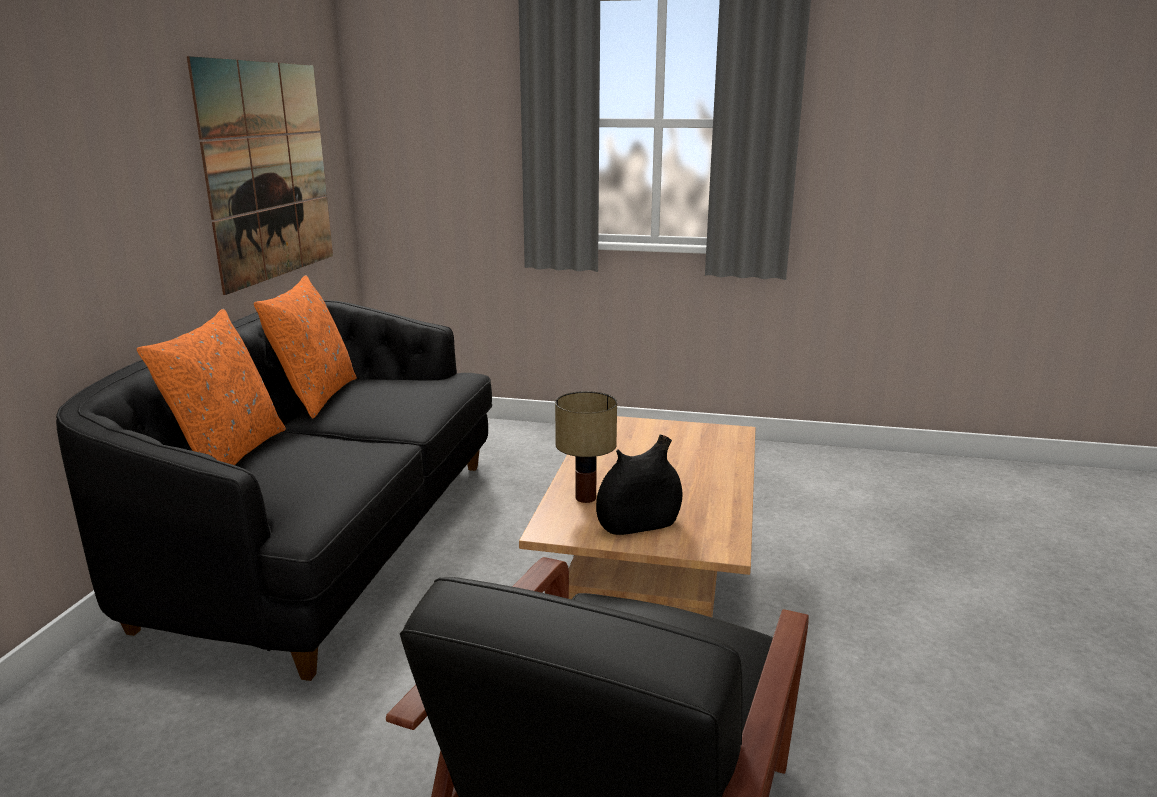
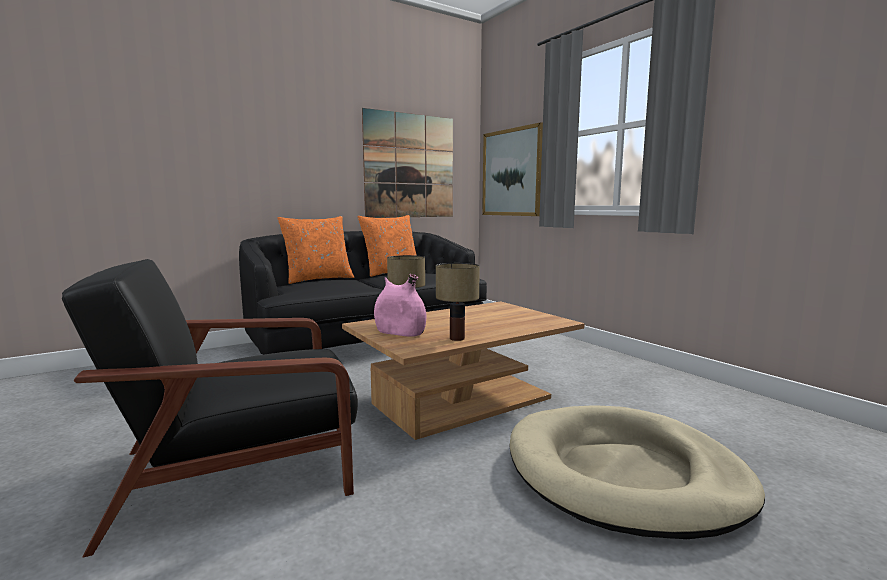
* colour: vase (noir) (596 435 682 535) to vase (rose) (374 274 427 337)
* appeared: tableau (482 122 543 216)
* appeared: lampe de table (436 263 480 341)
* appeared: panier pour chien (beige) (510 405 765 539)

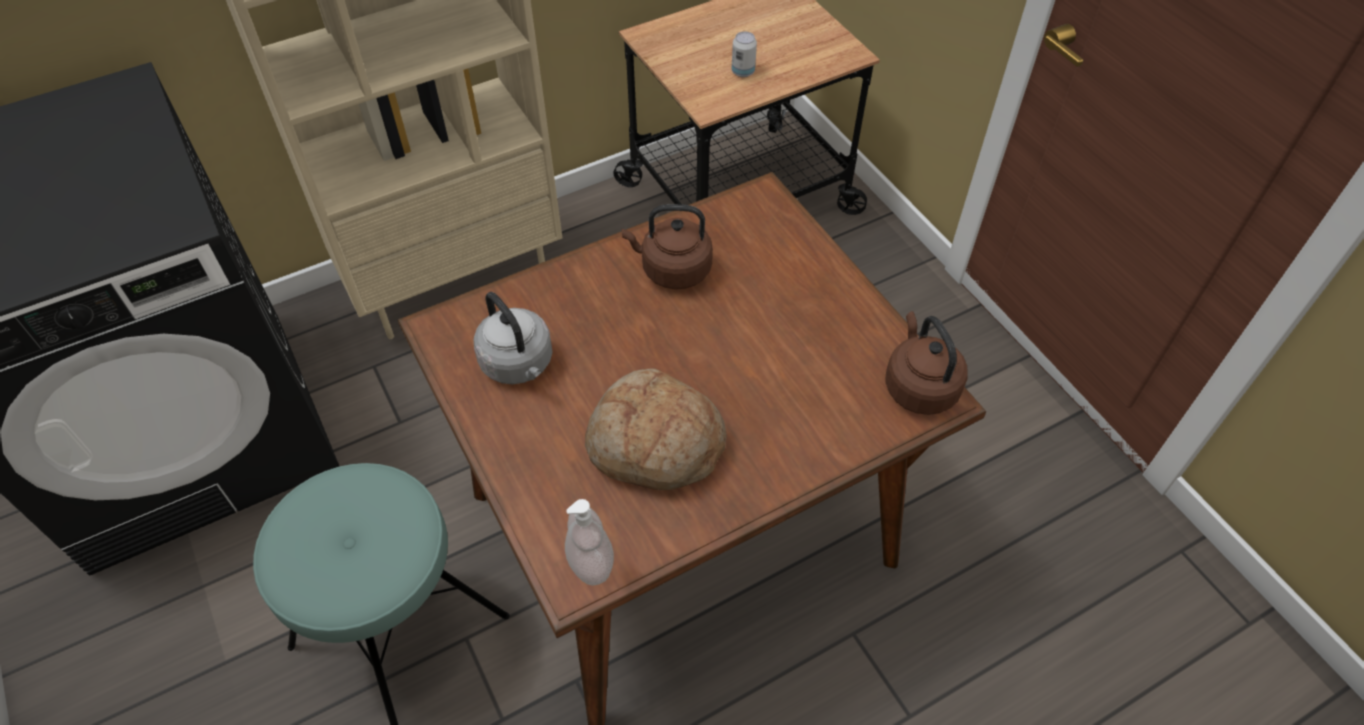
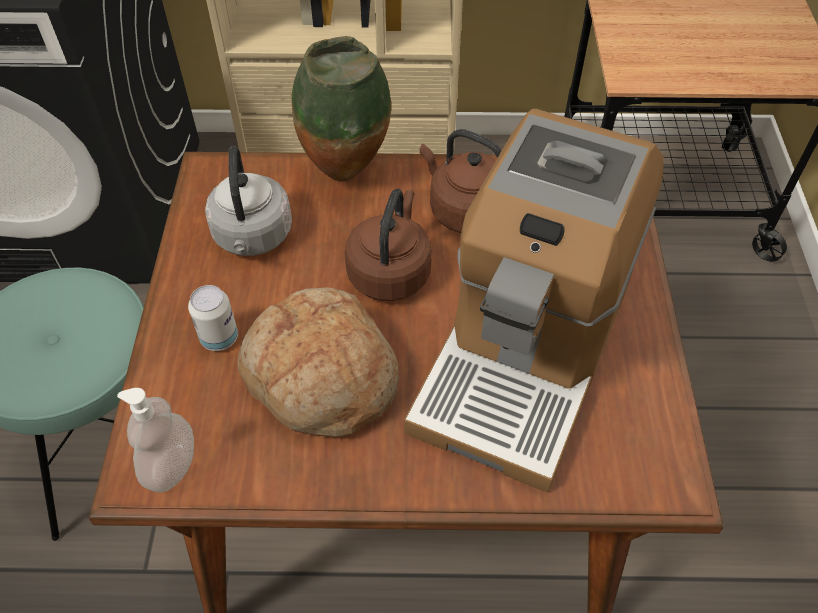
* relocated: boîte métallique (732 31 757 77) to (188 285 238 351)
* relocated: bouilloire (marron) (885 311 967 415) to (345 189 432 301)
* appeared: vase (292 36 391 182)
* appeared: machine à café (404 109 663 493)

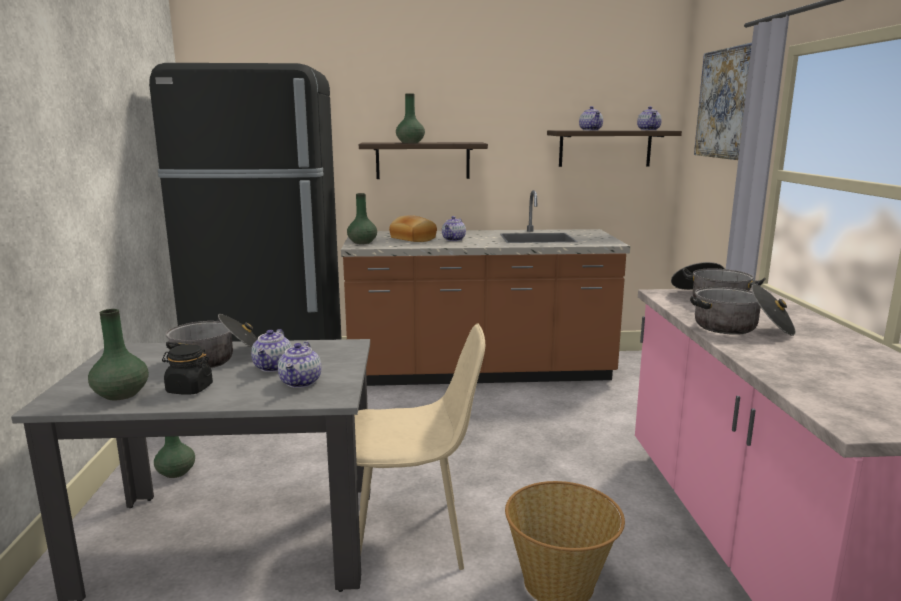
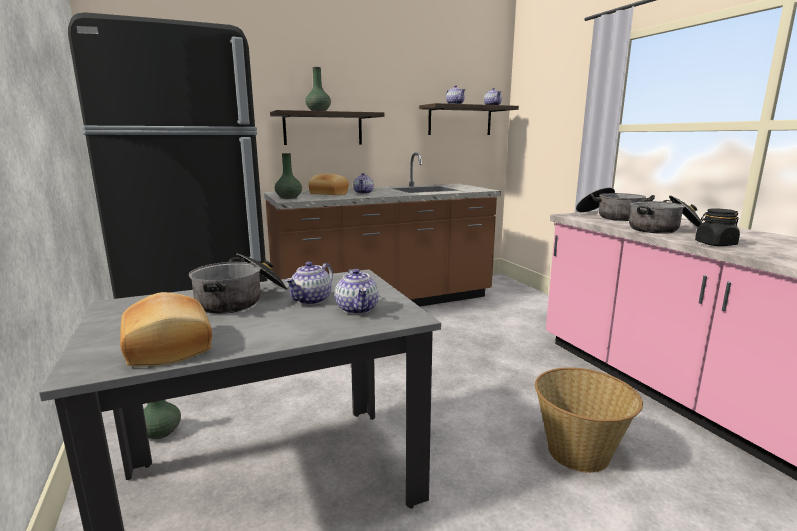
* missing: tableau (694 43 752 160)
* exchanged: vase (vert) (88 309 149 400) to pain (120 292 212 366)
* missing: chaise (beige) (355 323 485 570)
* spun: théière (251 329 292 372) = (285 261 333 305) 45 degrees clockwise
* relocated: bocal (noir) (162 344 213 395) to (695 209 740 246)

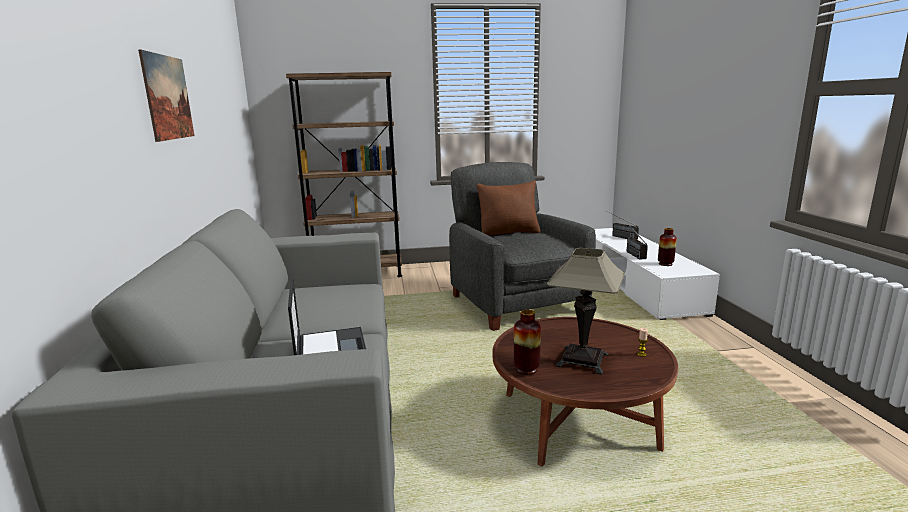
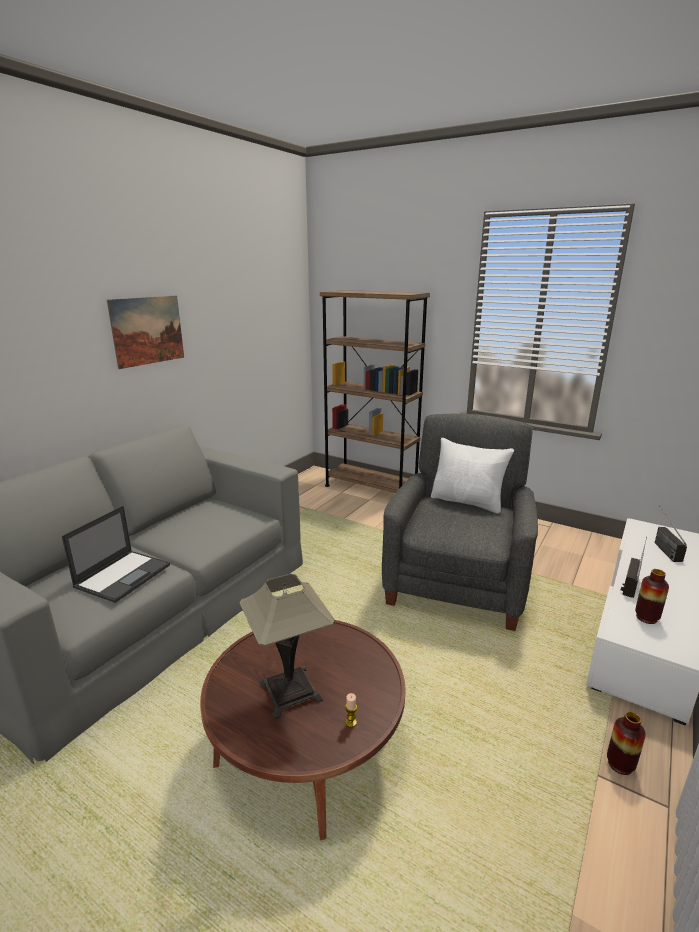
* colour: coussin (marron) (477 180 541 235) to coussin (blanc) (431 438 514 514)
* relocated: vase (514 310 541 375) to (607 711 646 775)

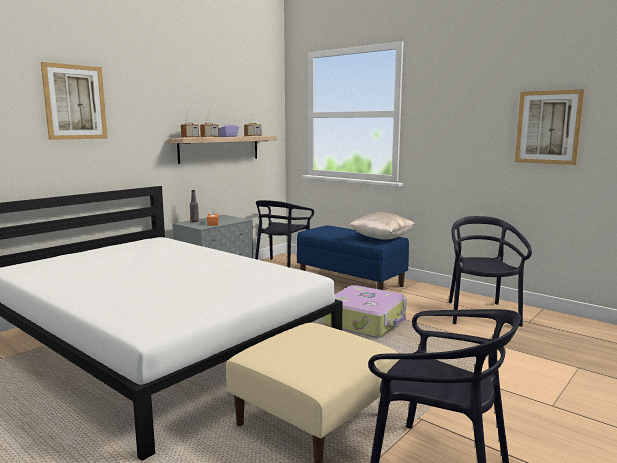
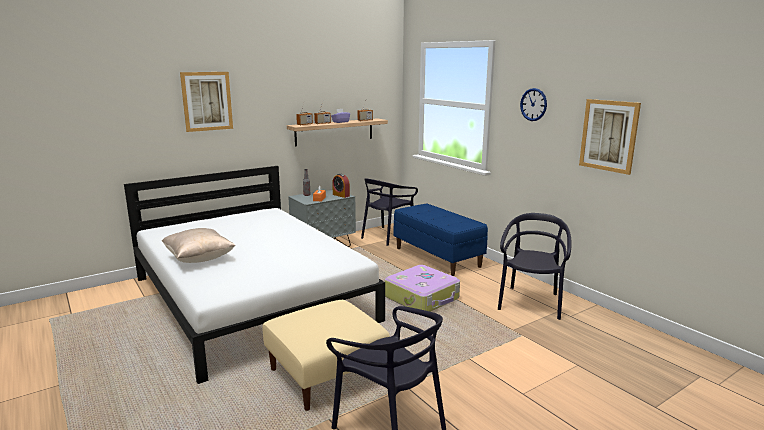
* relocated: coussin (beige) (349 212 415 240) to (162 228 235 263)
* appeared: horloge murale (520 88 547 121)
* appeared: réveil (332 174 350 198)

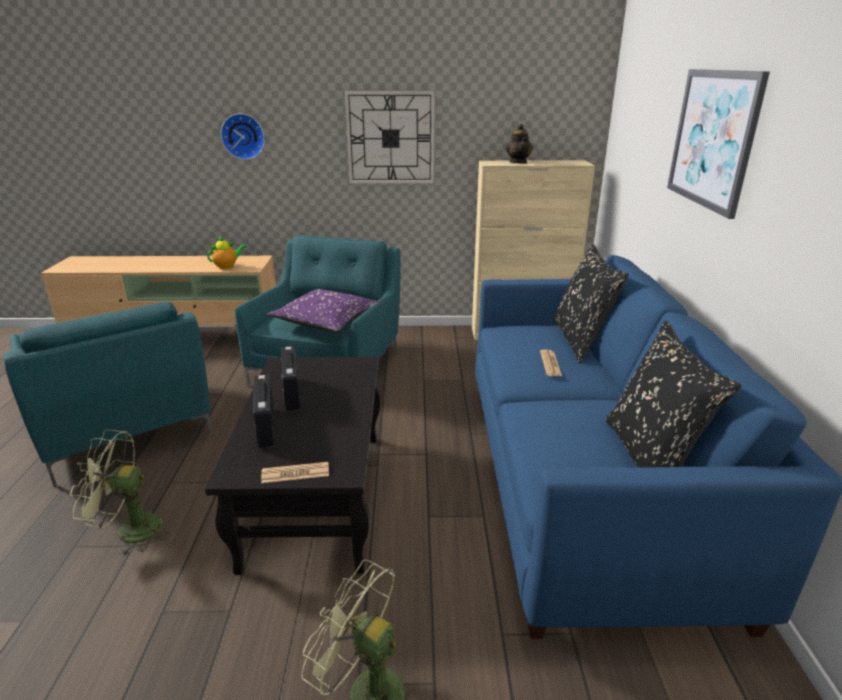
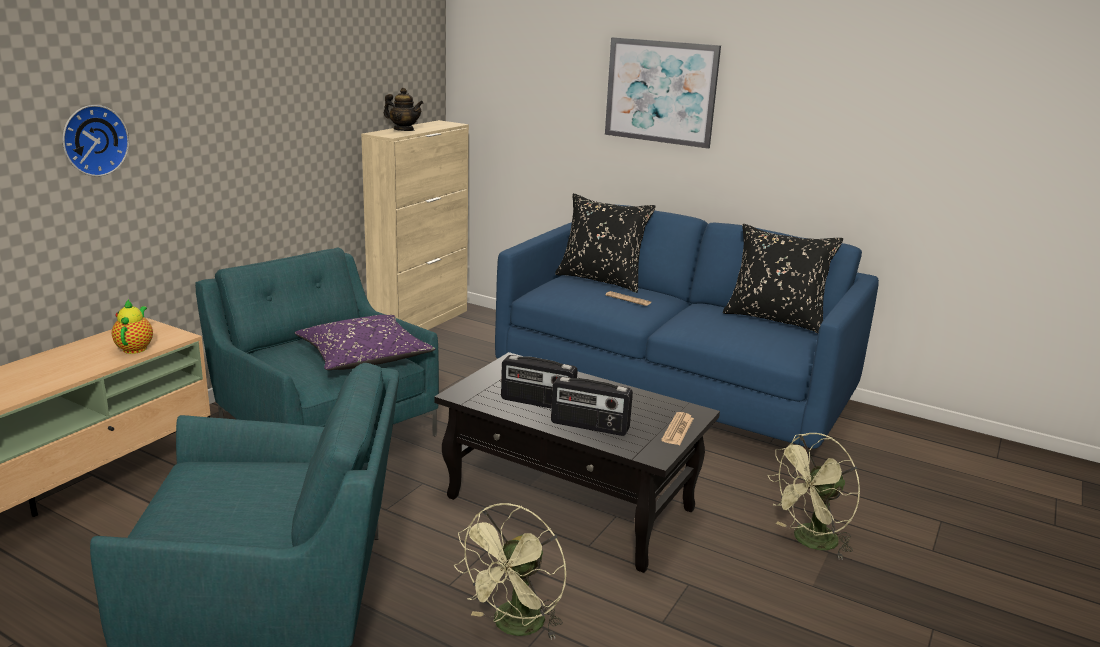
* missing: horloge murale (345 91 435 184)

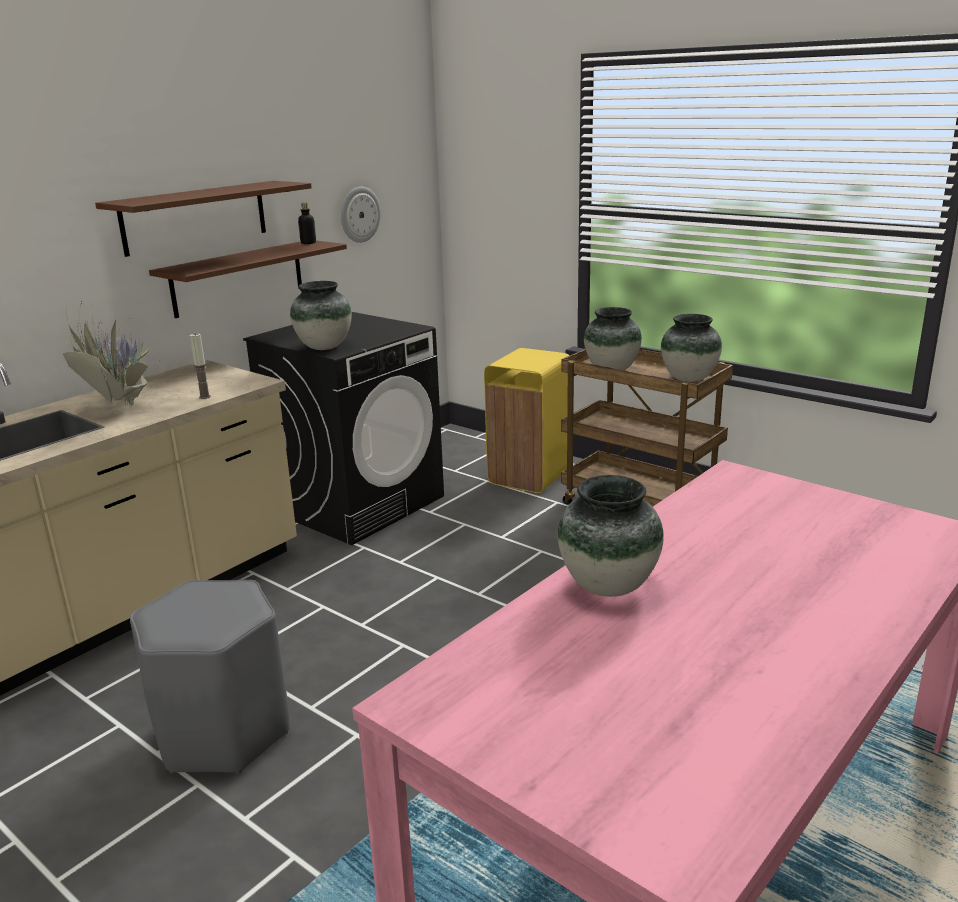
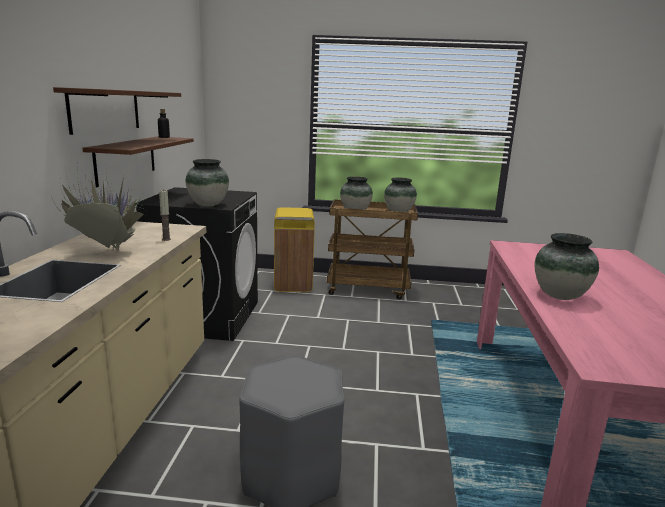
* missing: horloge murale (341 187 381 243)

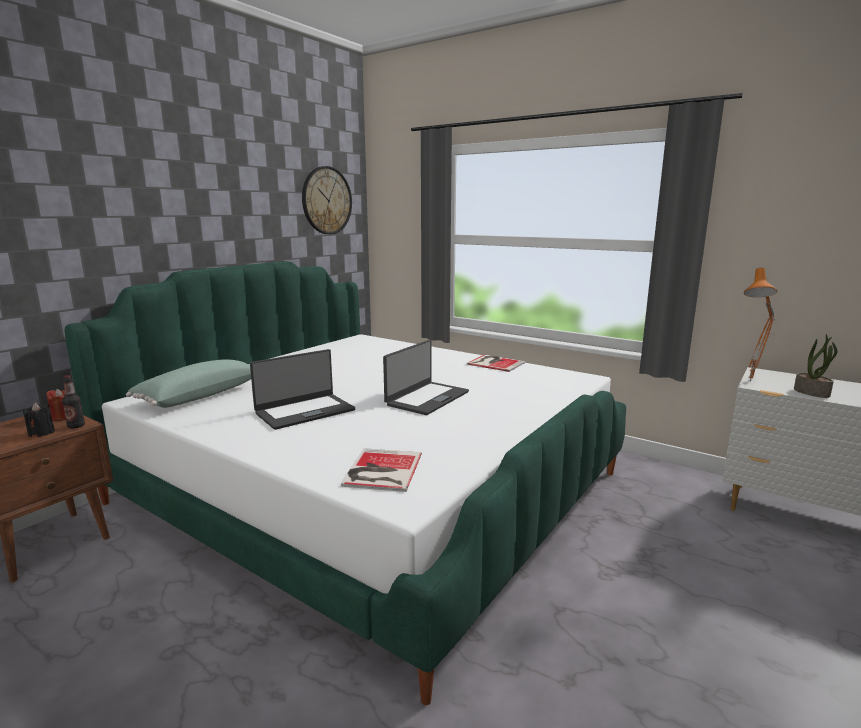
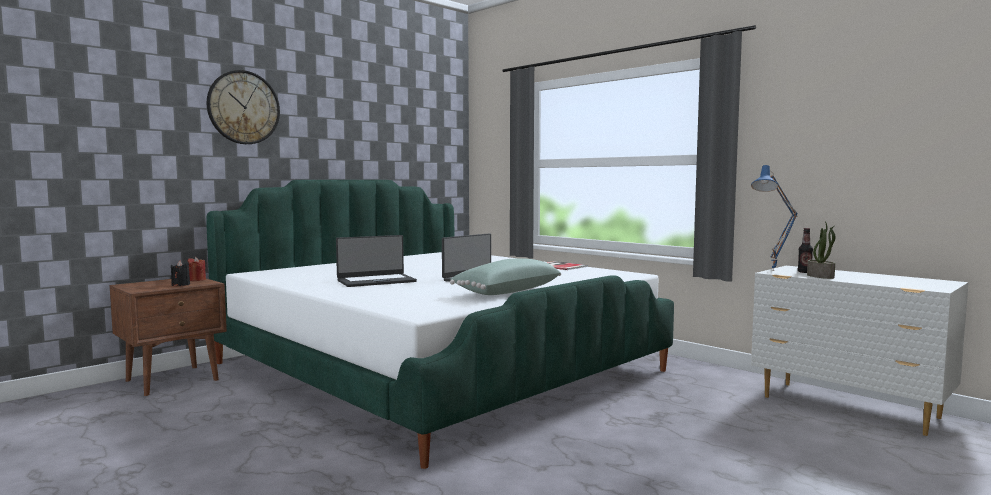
* relocated: horloge murale (302 166 352 234) to (207 70 280 144)
* colour: lampe de table (orange) (744 268 777 381) to lampe de table (bleu) (751 165 798 271)
* relocated: coussin (vert) (126 360 251 408) to (450 258 561 295)
* relocated: bouteille (62 375 85 428) to (798 228 813 273)
* missing: livre (341 448 422 492)

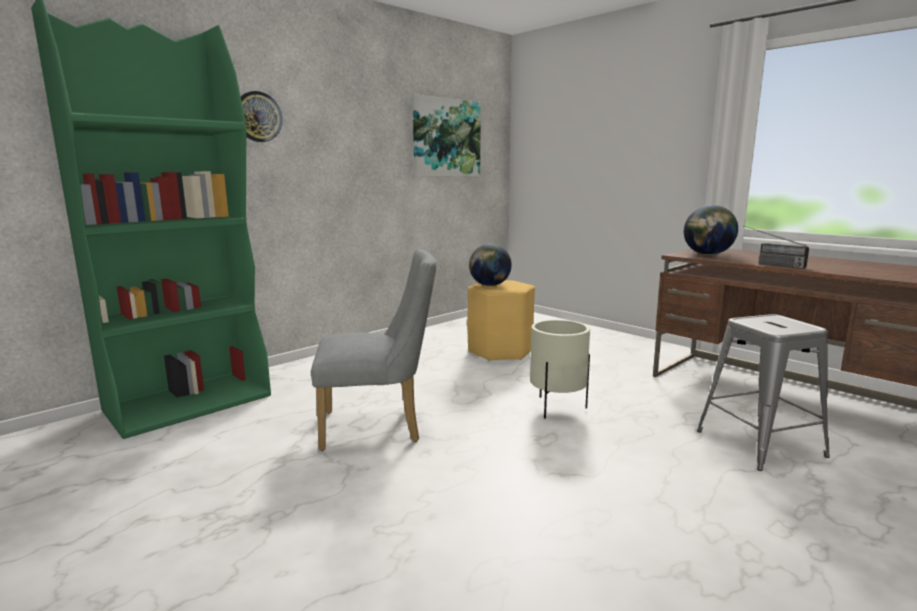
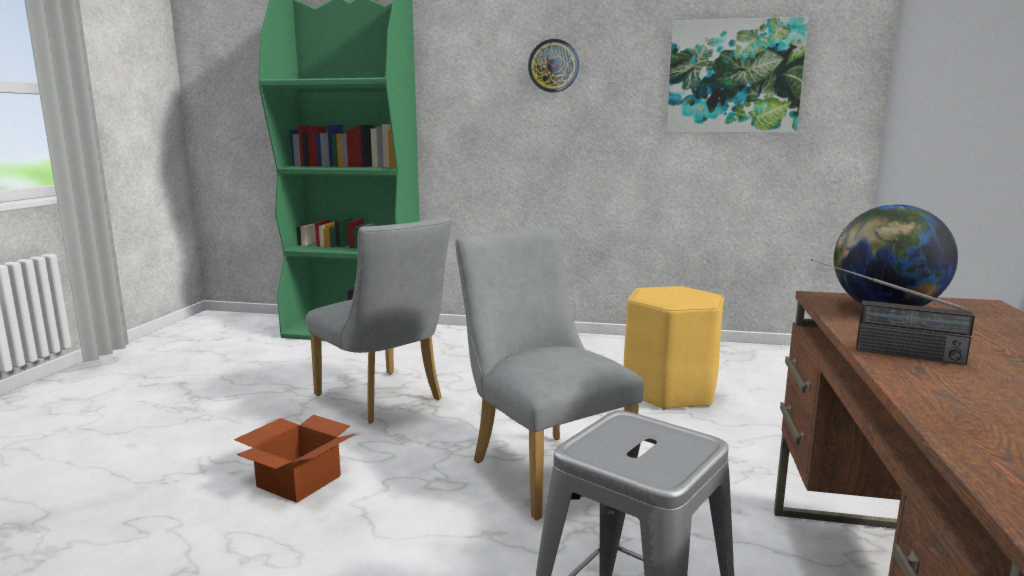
* relocated: horloge murale (241 91 282 142) to (528 39 579 92)
* spun: radio (743 226 809 269) = (811 259 975 365) 75 degrees counterclockwise
* missing: globe (469 244 512 286)
* exchanged: cache-pot (beige) (530 320 590 419) to chaise (gris) (455 228 644 520)
* appeared: carton (234 415 356 503)

